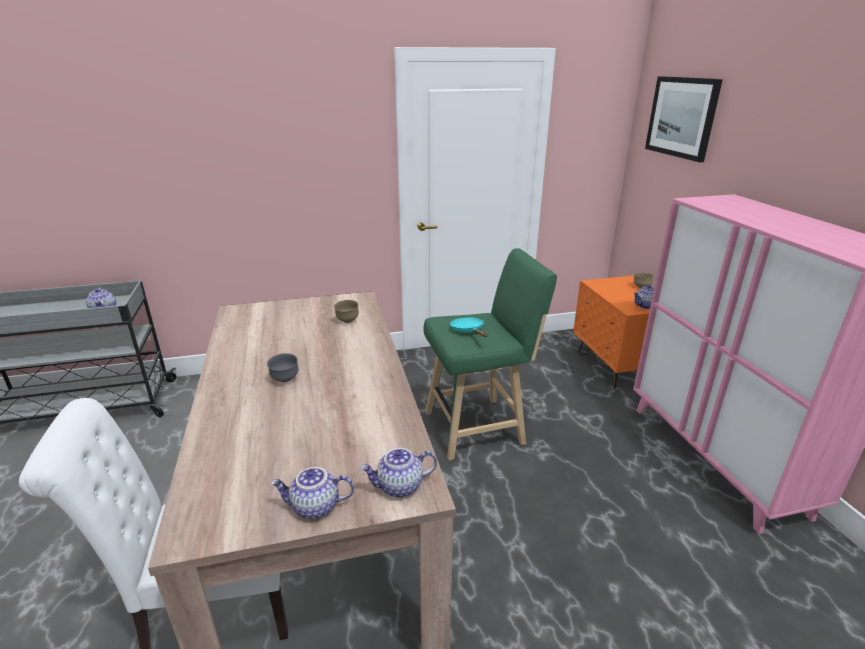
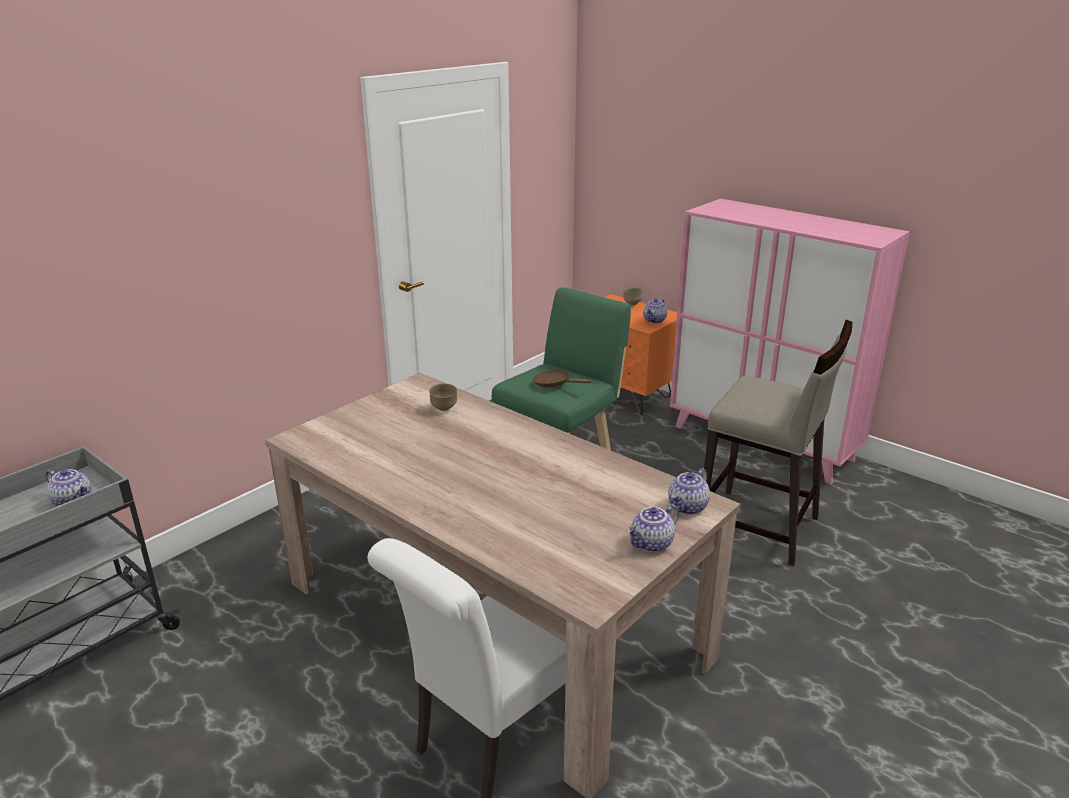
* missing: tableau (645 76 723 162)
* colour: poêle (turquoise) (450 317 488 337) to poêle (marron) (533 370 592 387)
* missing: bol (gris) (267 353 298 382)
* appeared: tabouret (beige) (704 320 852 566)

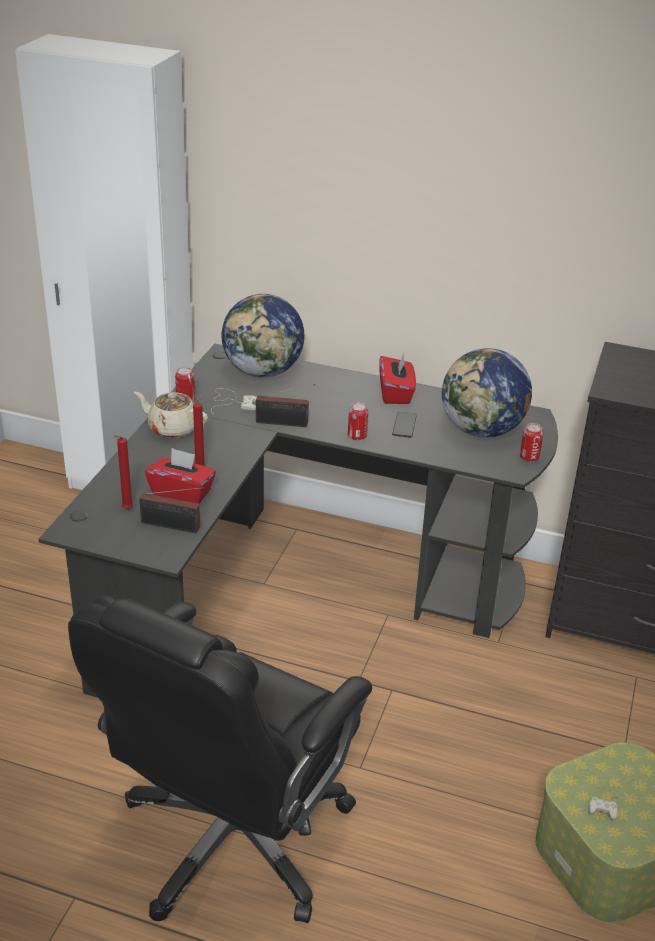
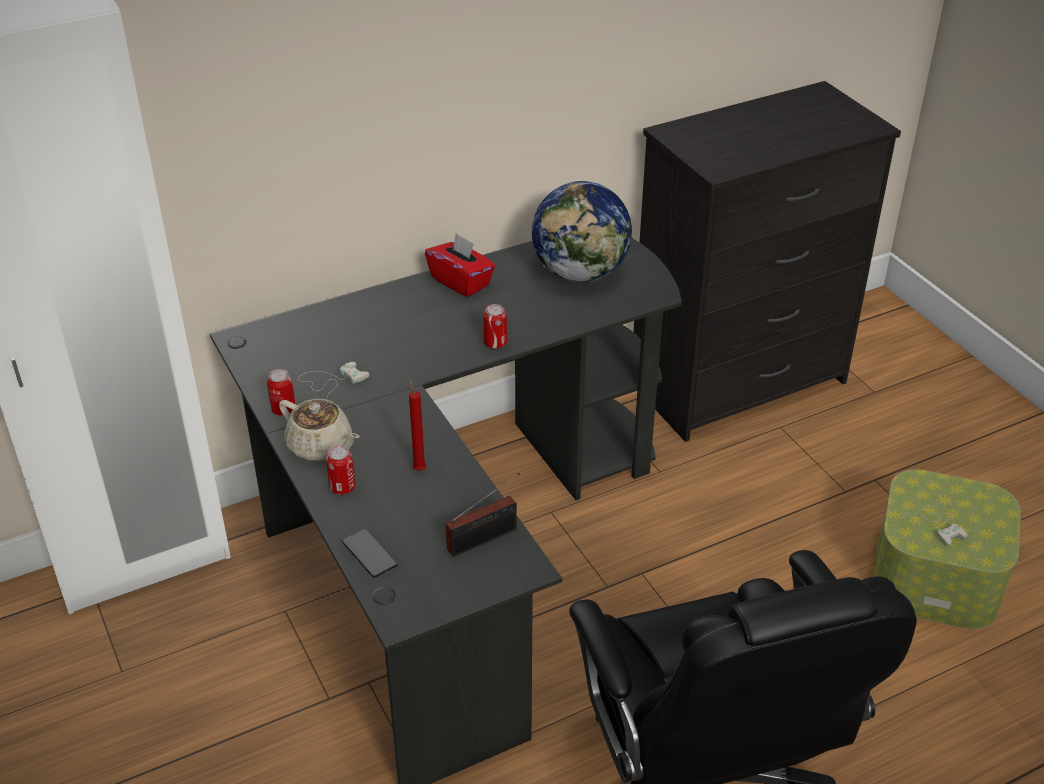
* missing: globe (222 294 304 378)
* missing: radio (256 384 315 427)
* spun: théière (beige) (134 392 208 438) = (279 399 359 461) 120 degrees counterclockwise
* relocated: téléphone (392 412 417 438) to (342 528 397 578)
* relocated: boîte métallique (520 423 543 462) to (326 445 356 494)
* missing: bougie (rouge) (114 436 133 509)
* missing: boîte à mouchoirs (rouge) (145 448 216 504)

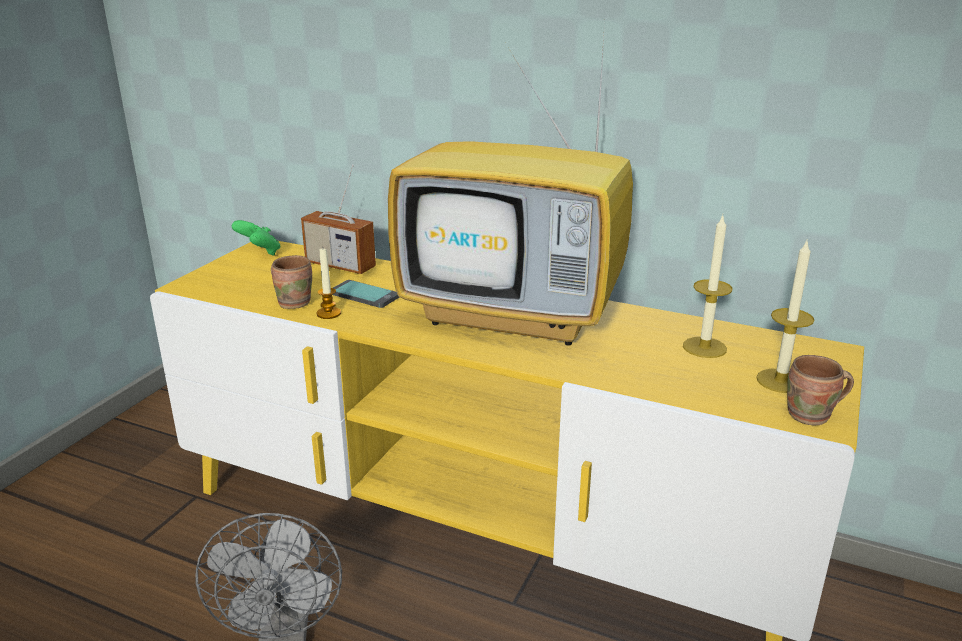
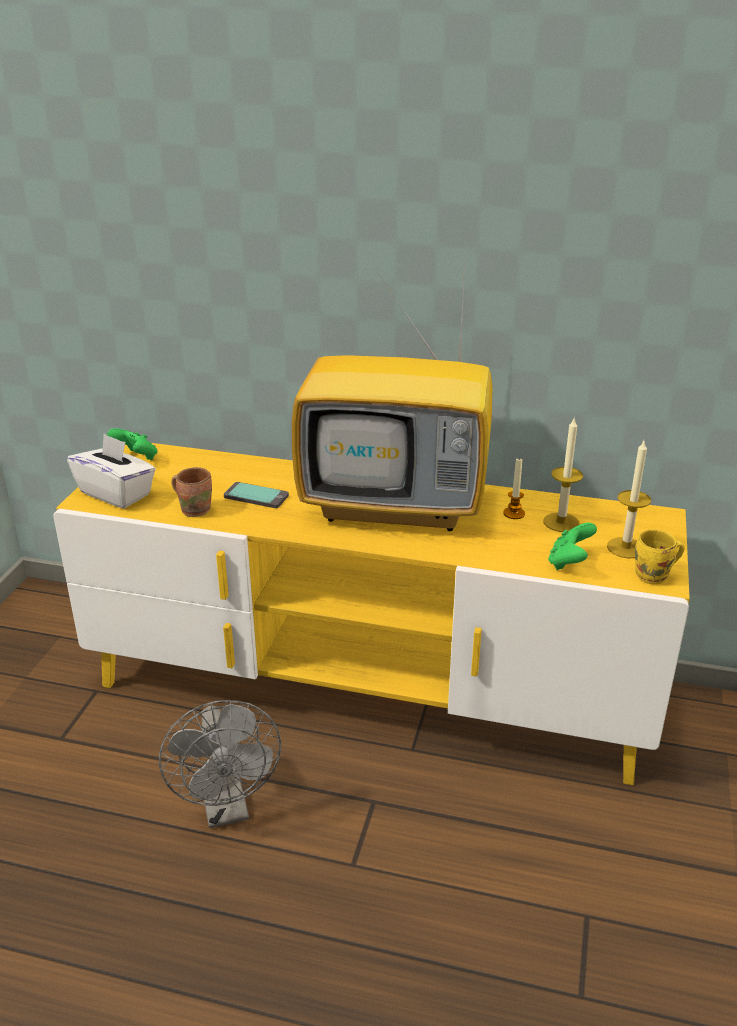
* missing: radio (301 164 376 274)
* relocated: bougie (316 249 341 319) to (503 459 525 519)
* colour: mug (marron) (787 355 854 426) to mug (jaune) (635 529 684 585)
* appeared: boîte à mouchoirs (blanc) (67 434 156 509)
* appeared: manette (vert) (548 523 597 570)

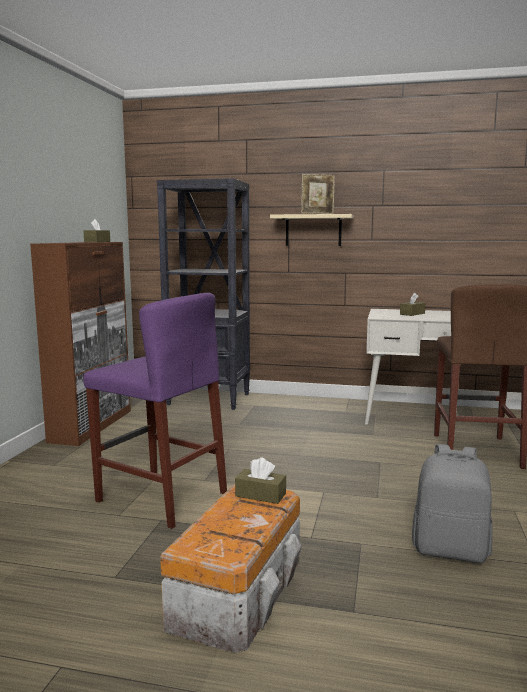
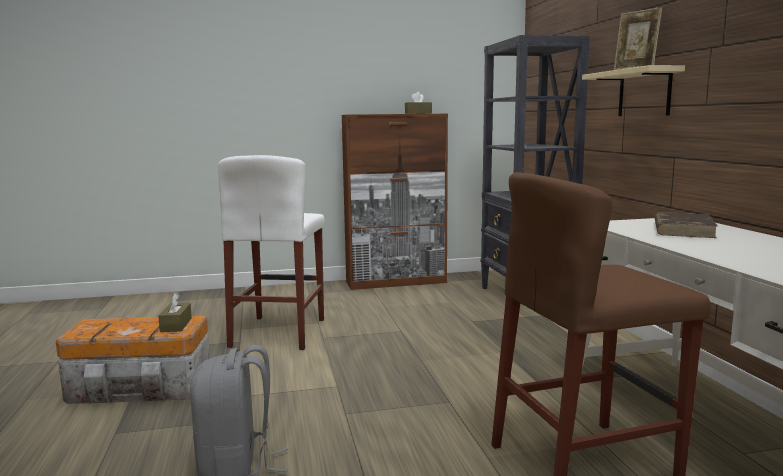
* colour: tabouret (violet) (83 293 227 529) to tabouret (blanc) (218 155 325 350)
* exchanged: boîte à mouchoirs (marron) (400 293 426 316) to livre (marron) (654 212 717 238)

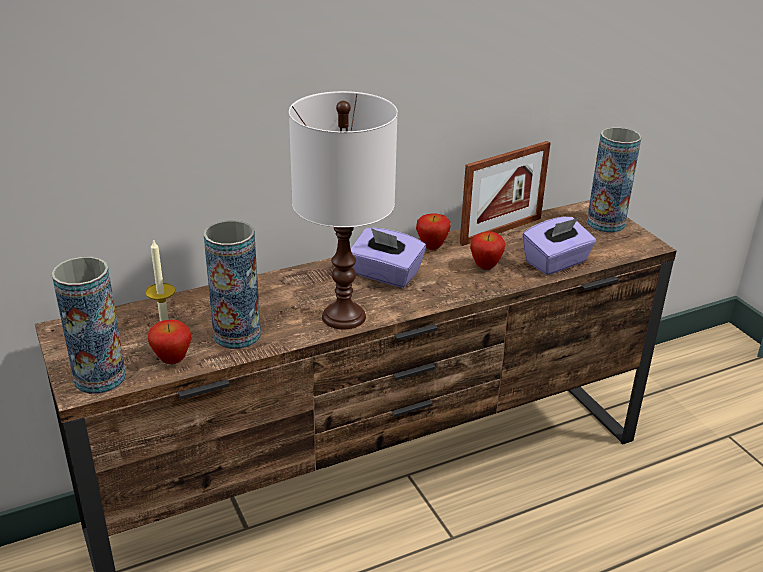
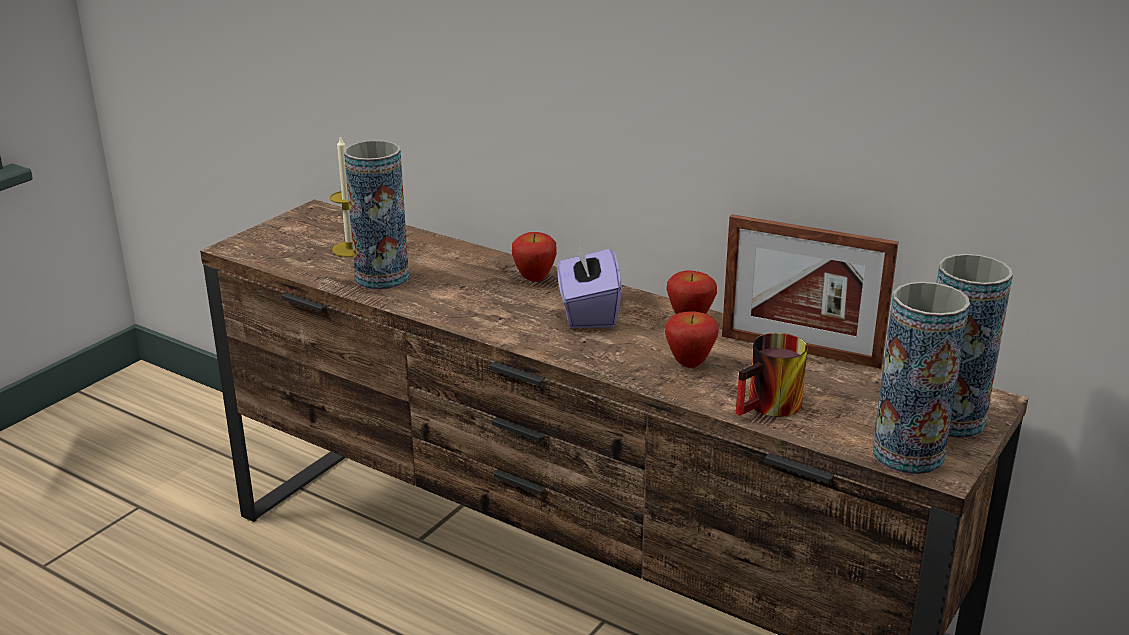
* missing: lampe de table (blanc) (289 91 398 329)
* exchanged: boîte à mouchoirs (violet) (522 217 596 275) to mug (736 333 808 417)
* relocated: vase (52 257 126 394) to (873 282 970 474)
* relocated: pomme (148 320 192 364) to (512 232 557 282)

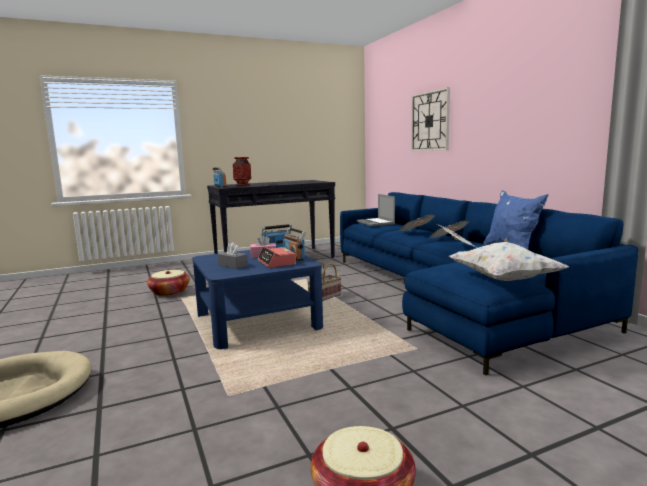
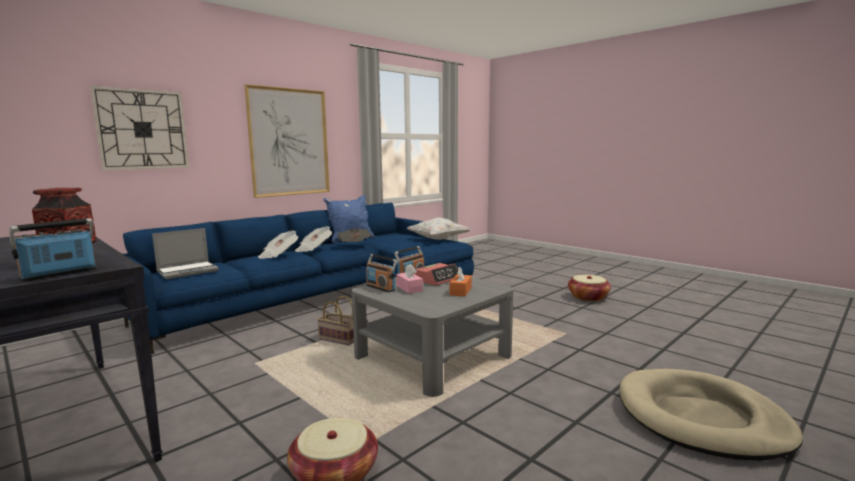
* colour: boîte à mouchoirs (gris) (218 242 248 269) to boîte à mouchoirs (orange) (449 266 472 297)
* colour: table basse (bleu) (192 250 323 349) to table basse (gris) (351 277 514 397)
* appeared: tableau (244 84 330 198)

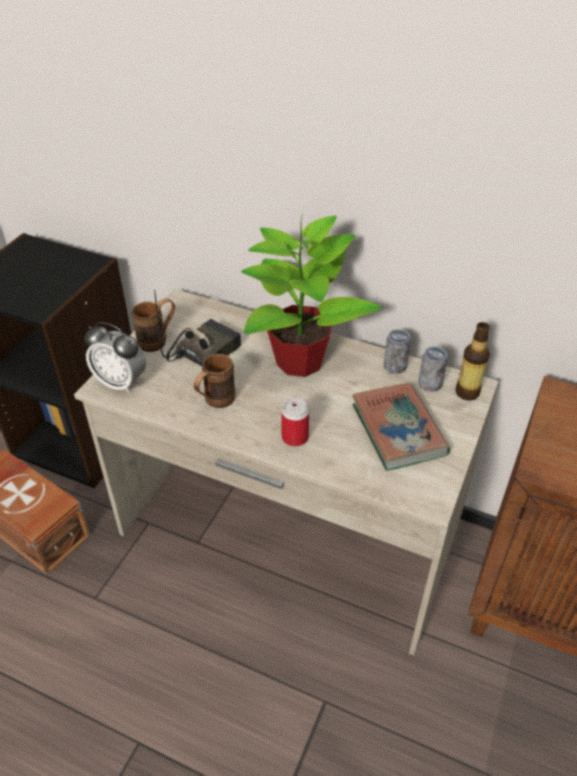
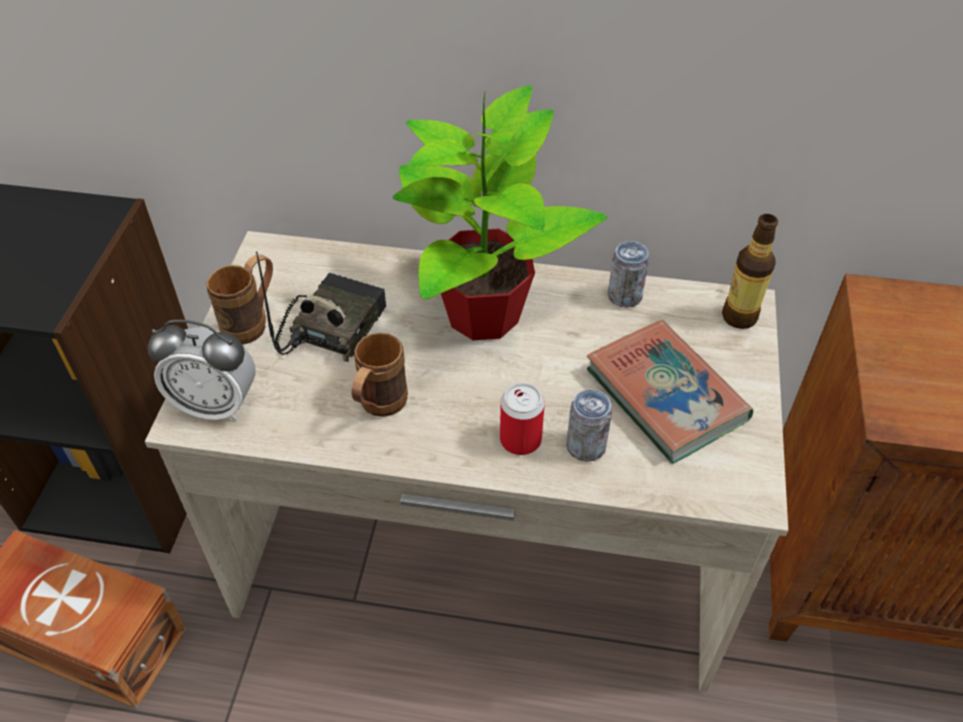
* relocated: boîte métallique (418 346 447 392) to (566 389 613 462)

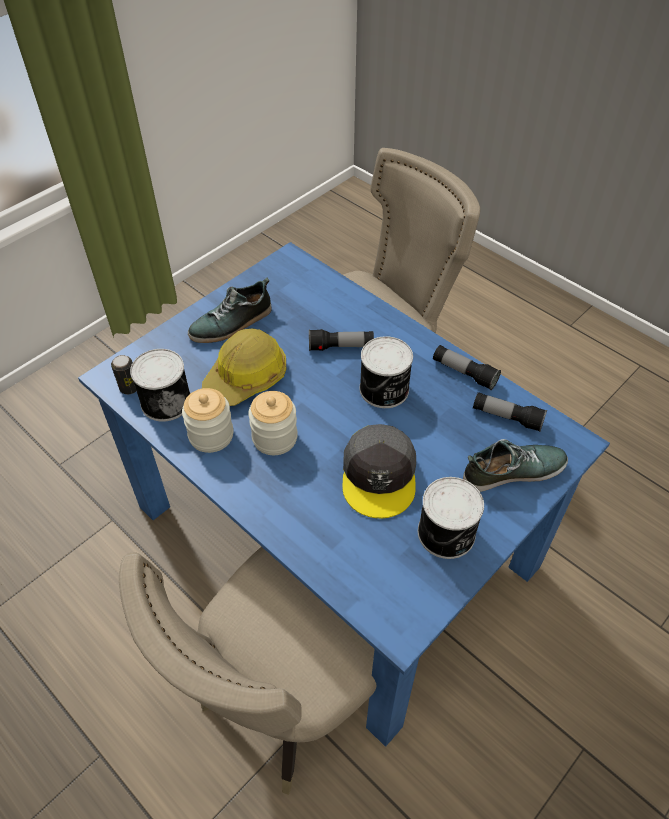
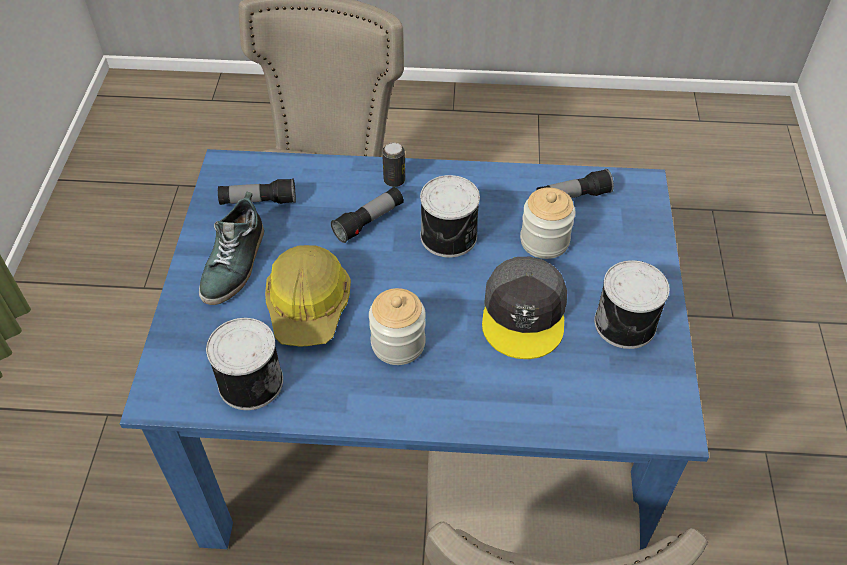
* relocated: lampe de poche (433 345 501 390) to (218 178 296 205)
* relocated: boîte métallique (111 355 136 394) to (382 142 405 187)
* relocated: bocal (182 388 234 453) to (520 188 576 259)
* spun: casquette (gris) (342 424 416 518) = (482 257 567 359) 45 degrees clockwise
* missing: chaussure (463 439 568 492)

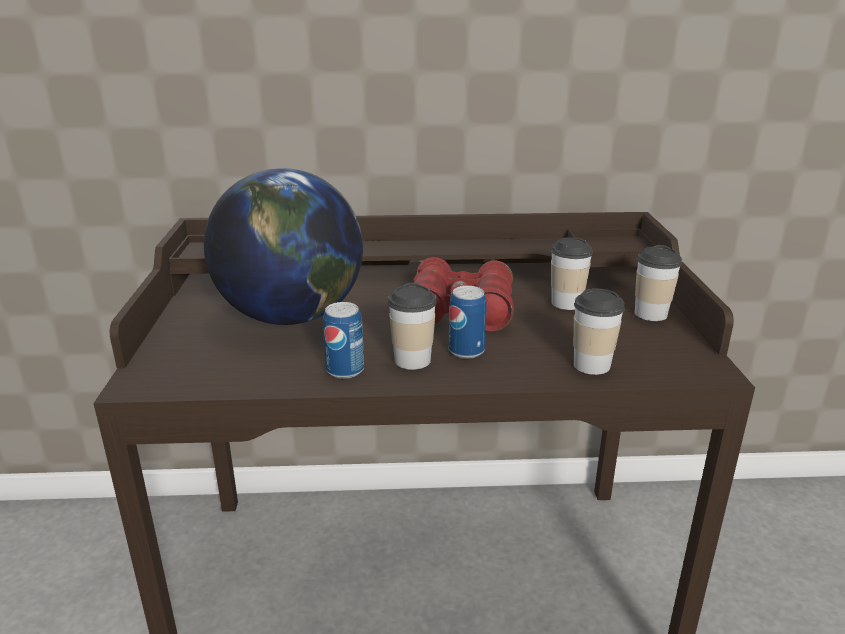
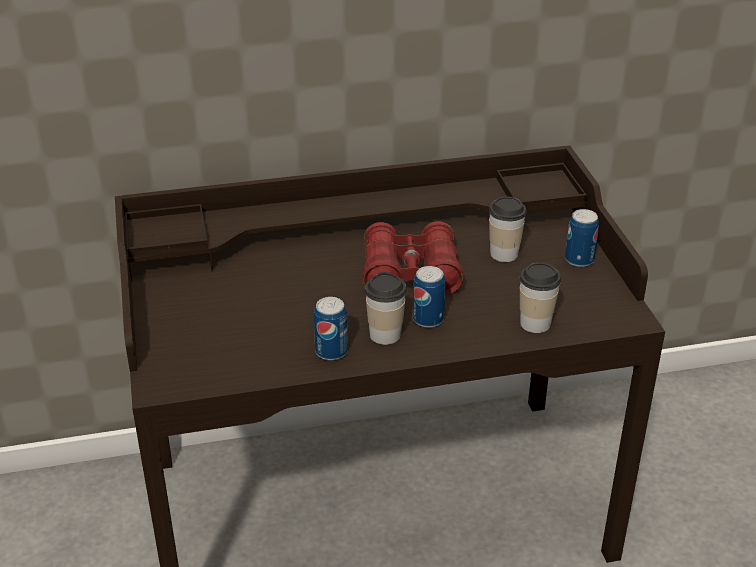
* missing: globe (204 168 363 325)
* exchanged: tasse (635 245 682 321) to boîte métallique (565 209 599 267)

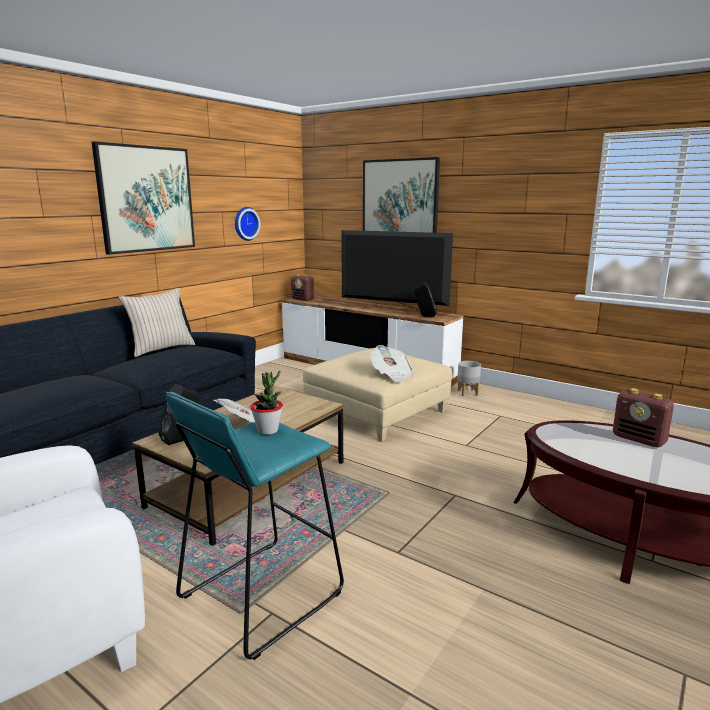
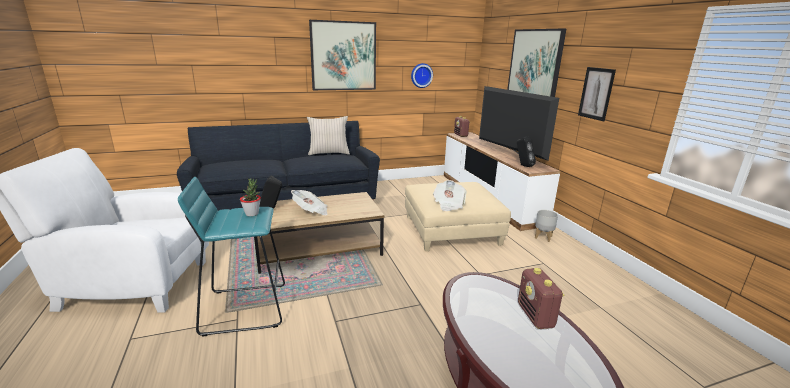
* appeared: tableau (578 67 616 121)

